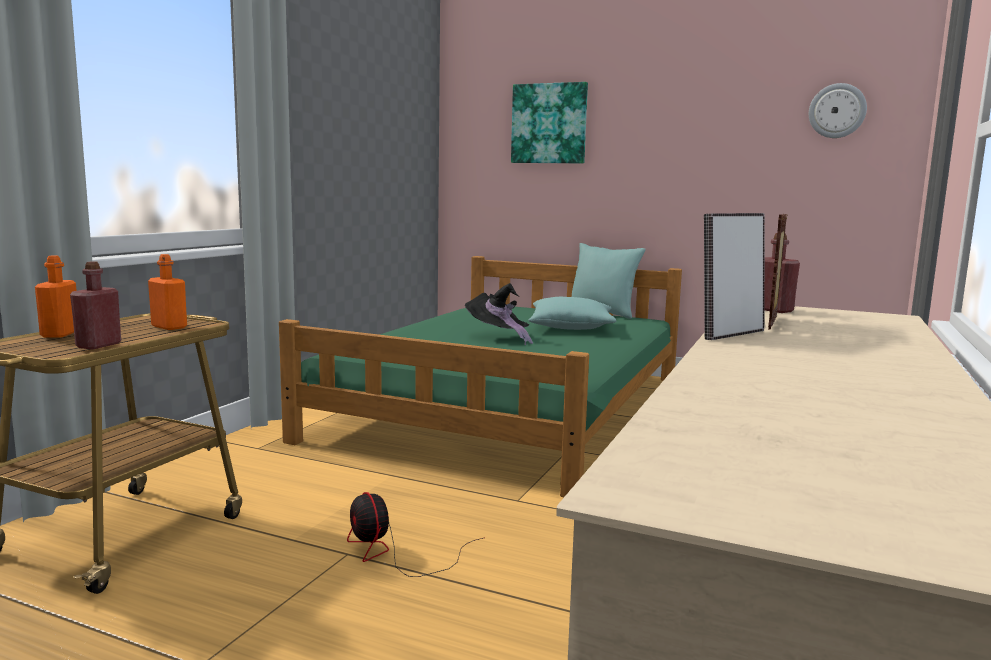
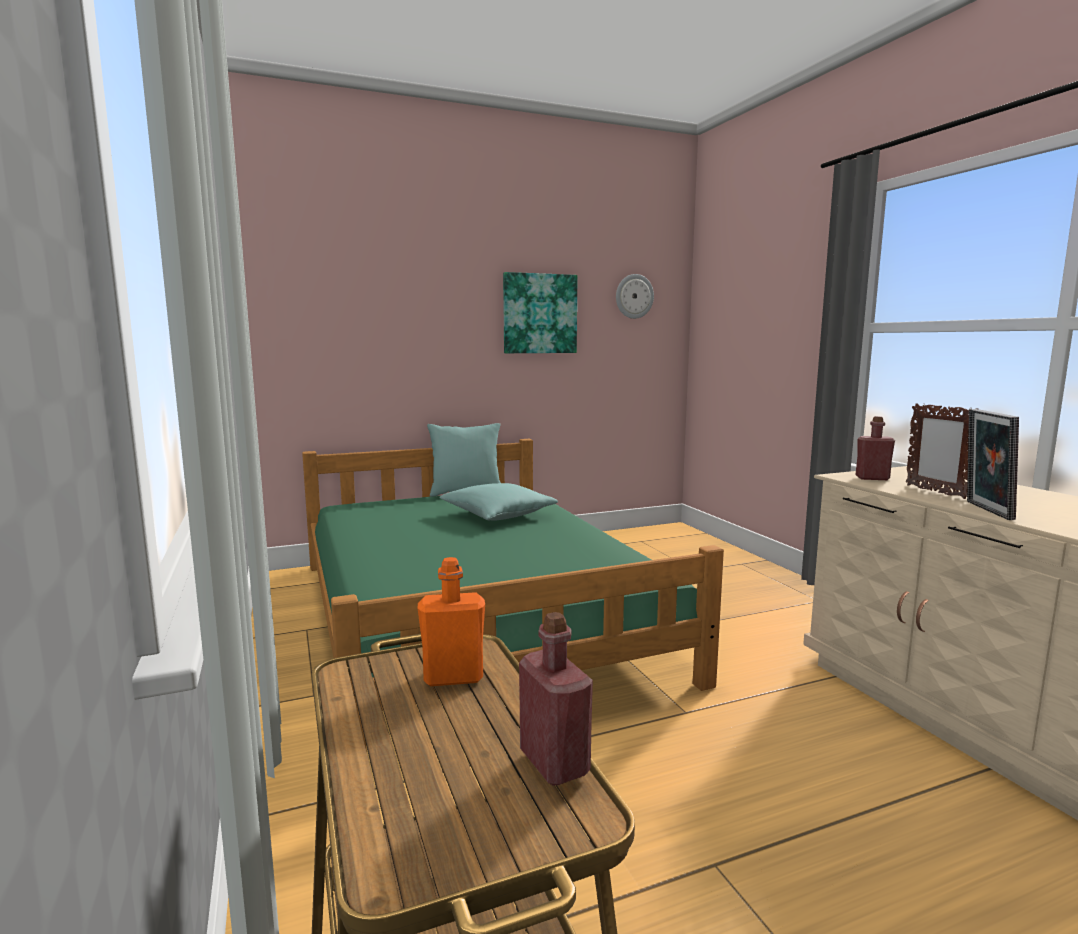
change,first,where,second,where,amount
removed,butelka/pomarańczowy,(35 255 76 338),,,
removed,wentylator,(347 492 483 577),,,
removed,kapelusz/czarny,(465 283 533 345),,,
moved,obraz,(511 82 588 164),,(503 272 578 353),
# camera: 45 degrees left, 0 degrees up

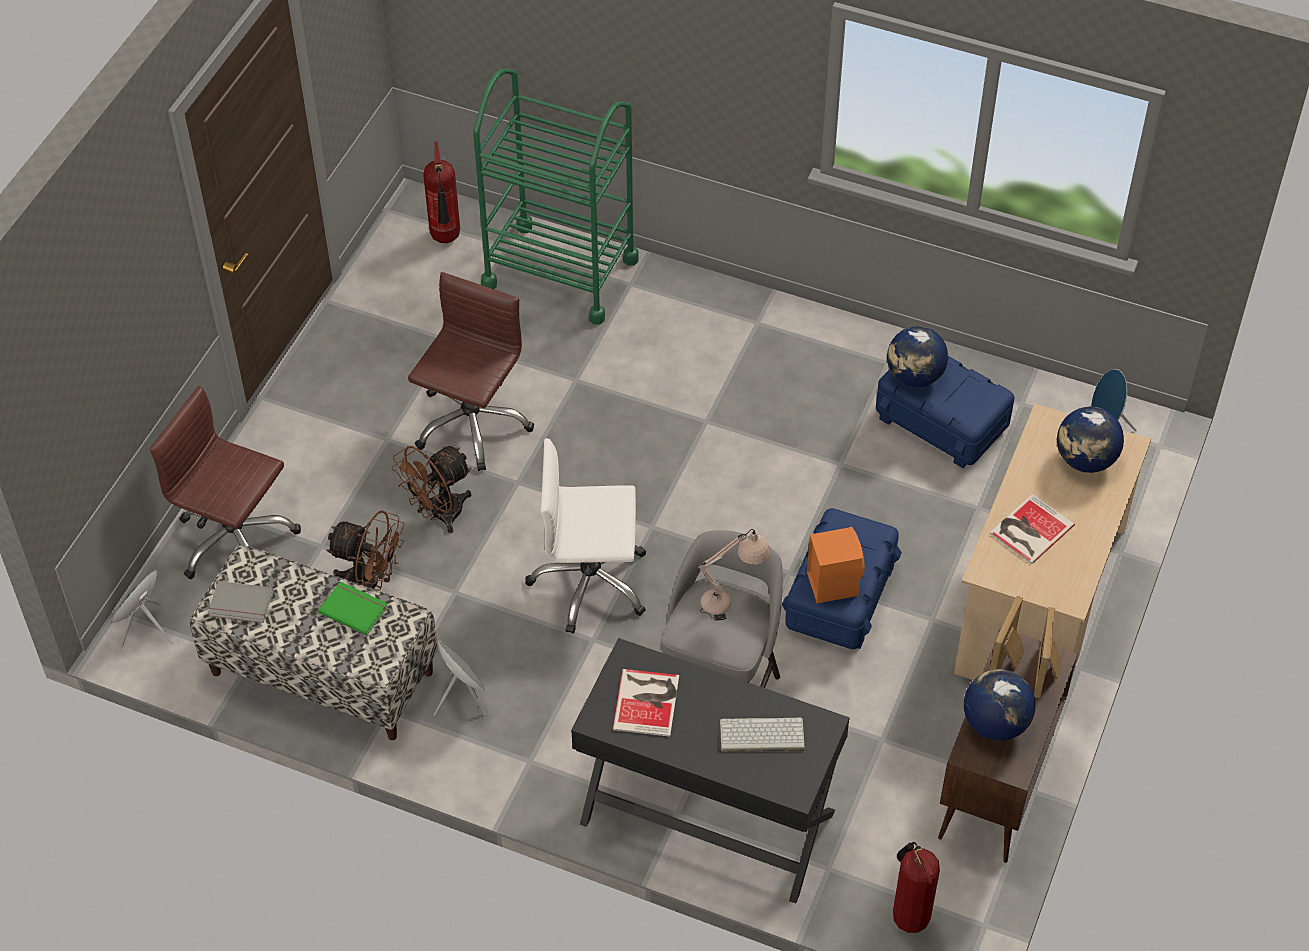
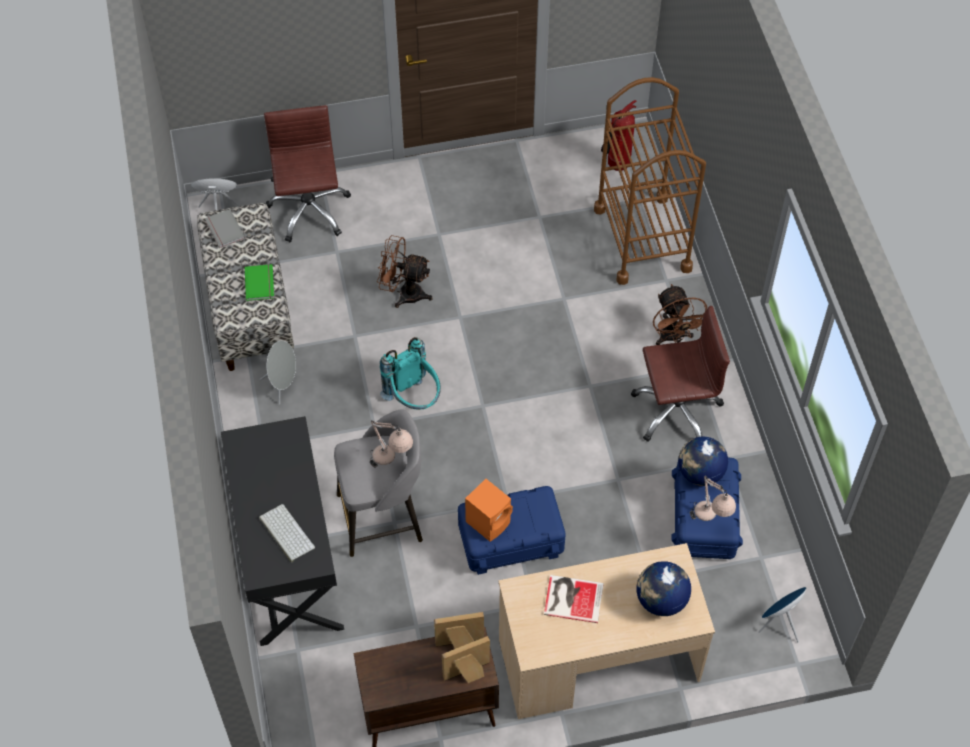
change,first,where,second,where,amount
removed,książka,(613 669 679 737),,,
removed,gaśnica,(893 842 940 933),,,
removed,globus,(964 669 1036 741),,,
added,,,lampa stołowa/beżowy,(690 475 736 521),
moved,wentylator/brązowy,(326 510 404 591),,(653 284 707 345),
moved,krzesło biurowe/brązowy,(408 272 534 471),,(631 306 730 442),
replaced,krzesło biurowe/biały,(525 438 646 634),plecak/turkusowy,(380 337 441 409),
recoloured,wózek/zielony,(473 69 639 325),wózek/brązowy,(594 77 706 285),
# camera: 55 degrees right, 5 degrees up

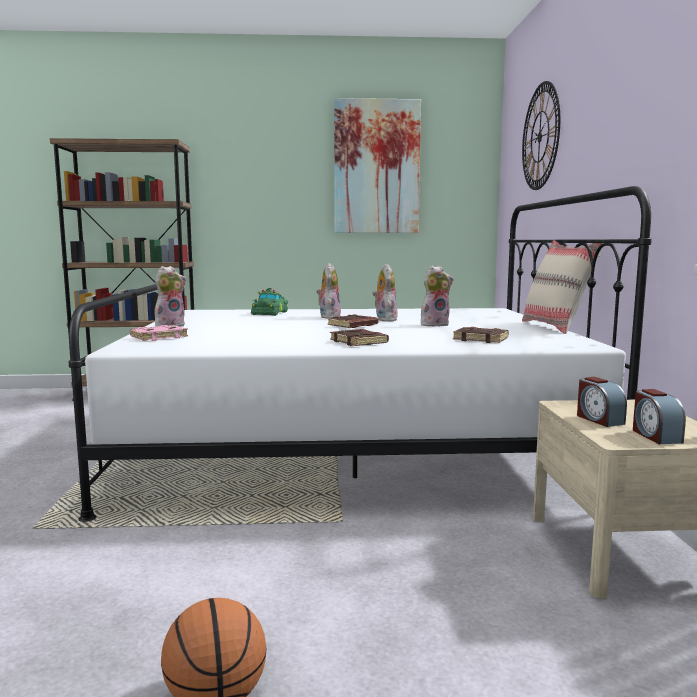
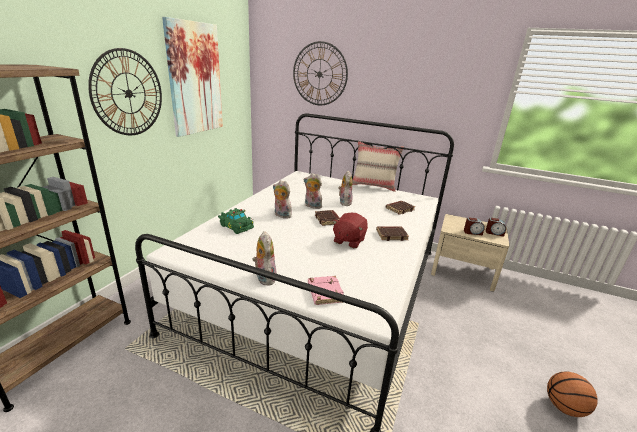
change,first,where,second,where,amount
added,,,zegar ścienny,(88 48 162 135),
added,,,pluszak/czerwony,(332 213 368 248),
# camera: 65 degrees left, 15 degrees up

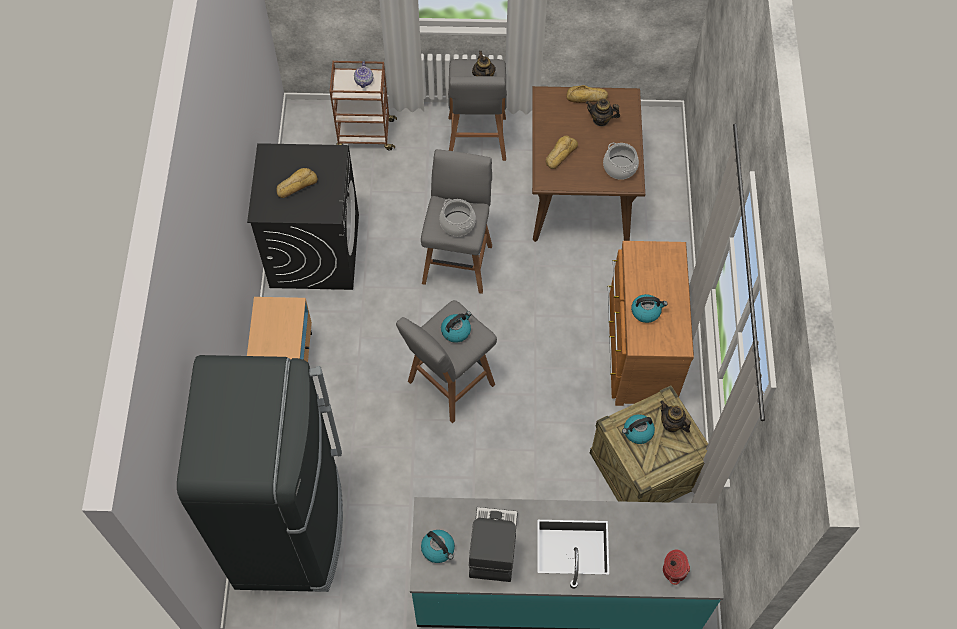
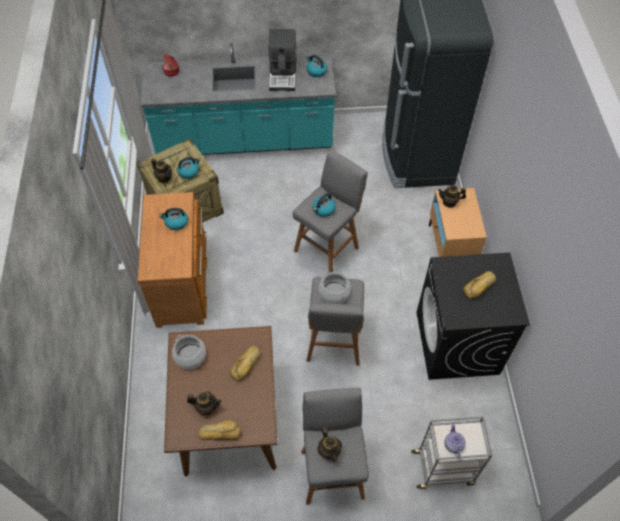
change,first,where,second,where,amount
added,,,imbryk,(438 185 466 208),
recoloured,wózek/brązowy,(330 61 397 151),wózek/szary,(411 416 493 489),
# camera: 175 degrees right, 5 degrees down

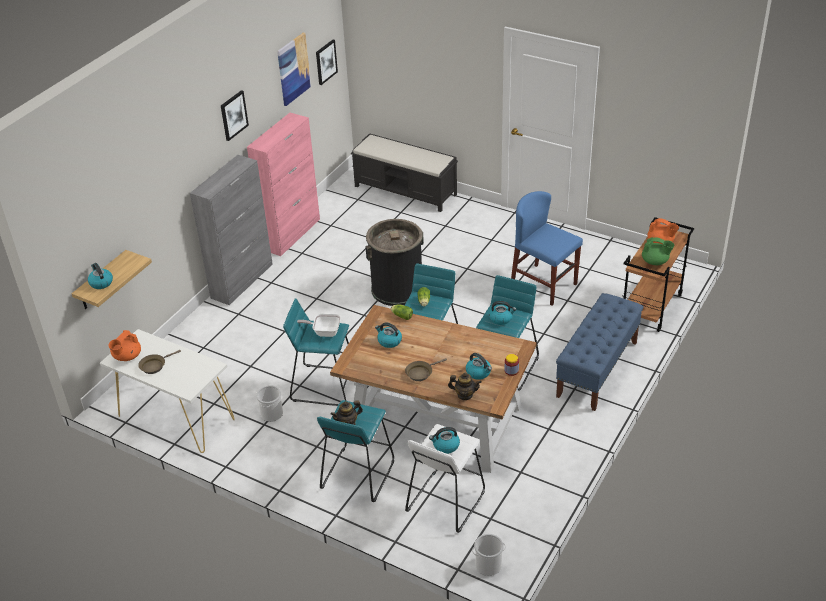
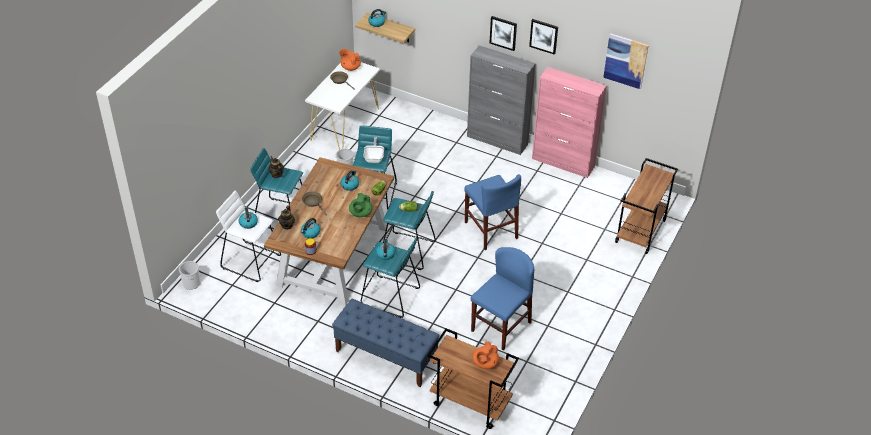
change,first,where,second,where,amount
moved,obraz,(316 40 338 85),,(489 16 517 51),
moved,imbryk/zielony,(642 237 674 265),,(349 193 373 217),
replaced,ławka/czarny,(351 133 458 212),wózek/brązowy,(615 158 678 254),
replaced,kosz na śmieci/czarny,(366 219 424 306),krzesło/niebieski,(464 174 521 250),
# camera: 85 degrees right, 5 degrees up

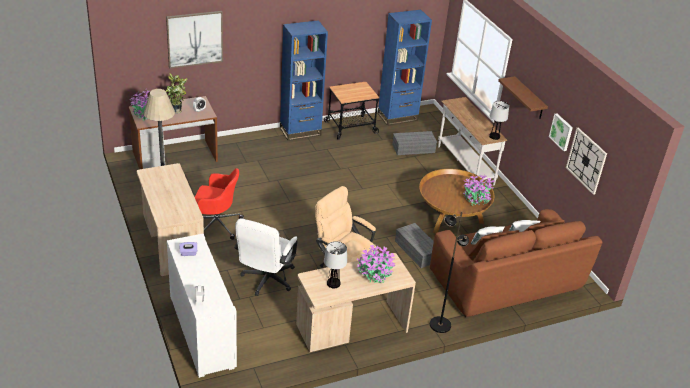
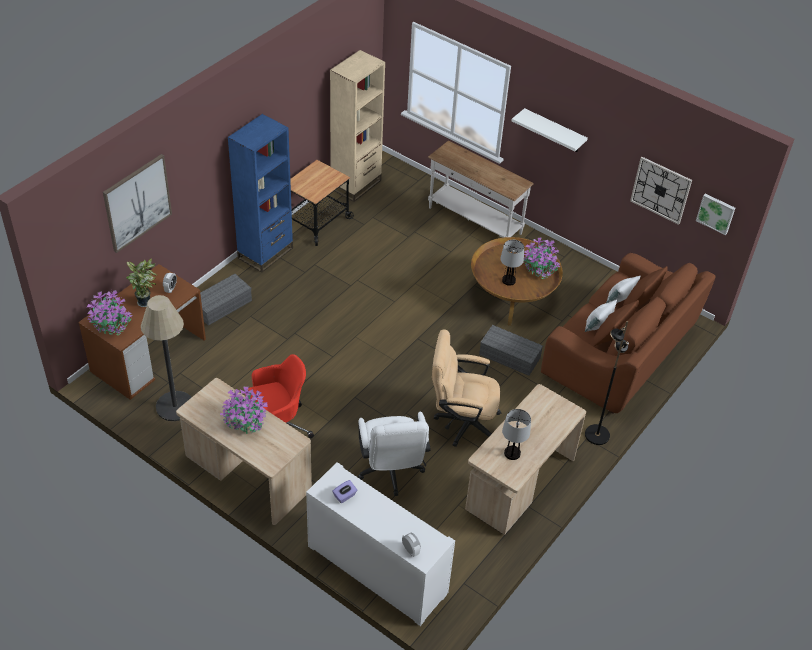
change,first,where,second,where,amount
moved,roślina doniczkowa,(356 245 395 283),,(220 387 268 434),
moved,pojemnik do przechowywania/szary,(392 131 437 155),,(200 274 252 326),
moved,lampa stołowa,(489 101 509 140),,(500 240 524 286),
moved,obraz,(549 113 573 151),,(696 194 735 235),
recoloured,regał/niebieski,(378 10 432 126),regał/beżowy,(330 50 385 202),
recoloured,półka/brązowy,(498 76 548 119),półka/biały,(512 108 588 152),
# camera: 30 degrees left, 10 degrees up

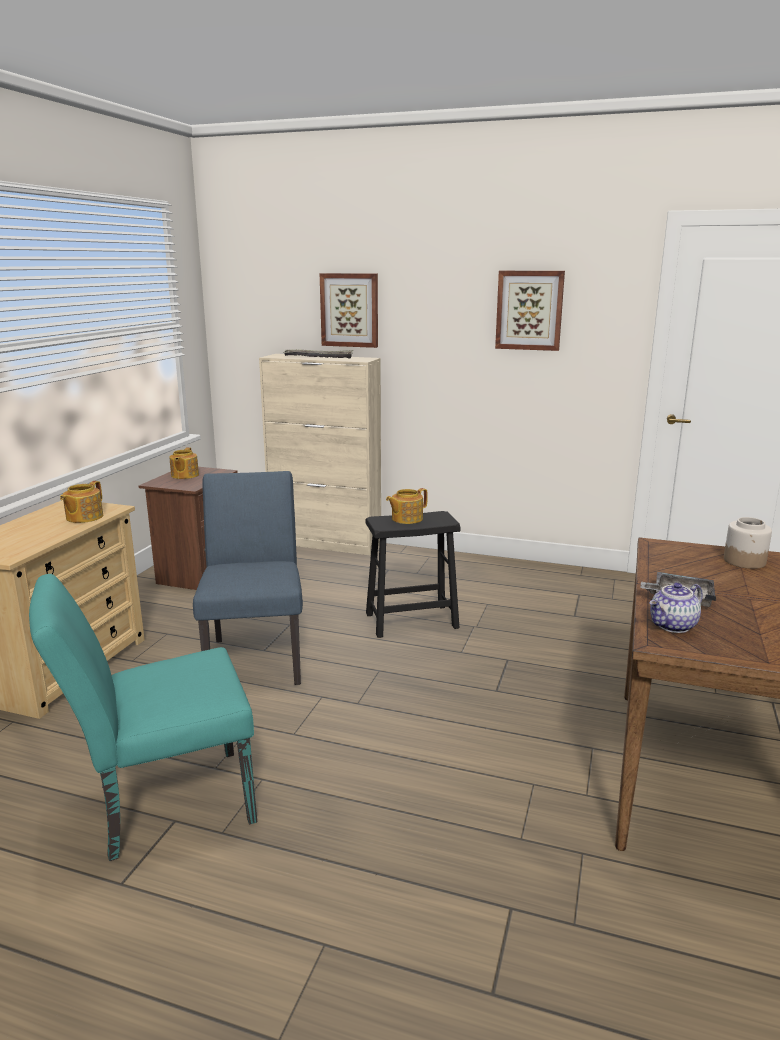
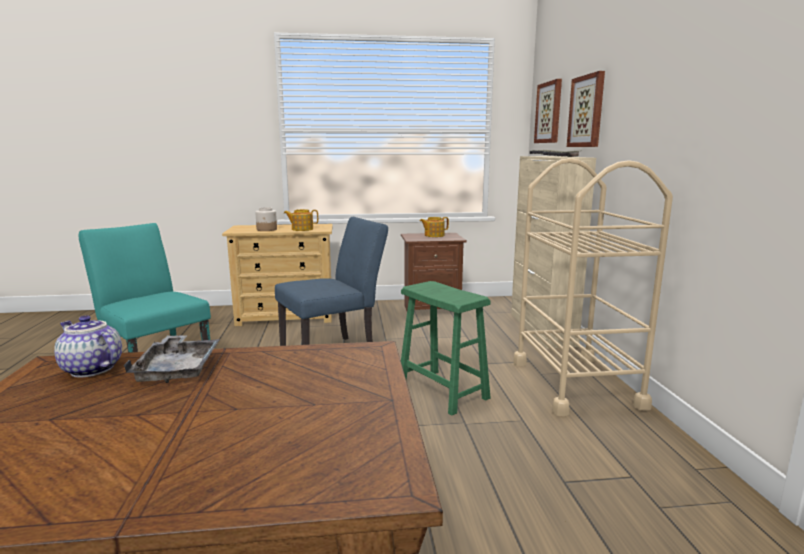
change,first,where,second,where,amount
removed,imbryk,(386 488 428 524),,,
added,,,wózek/beżowy,(513 158 673 416),
moved,obraz,(495 271 565 351),,(534 79 562 143),
moved,słoik,(724 517 772 569),,(255 207 277 231),
recoloured,stołek/czarny,(365 511 461 638),stołek/zielony,(401 281 490 416),
# camera: 65 degrees right, 5 degrees down

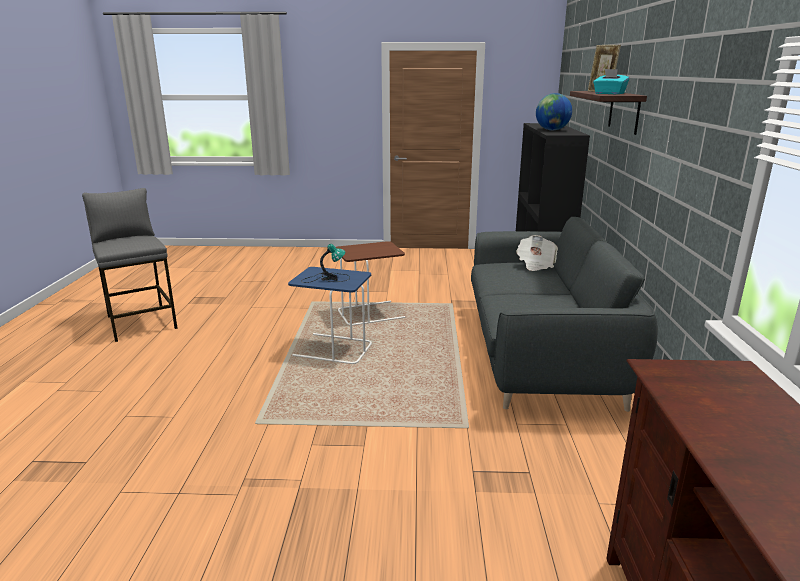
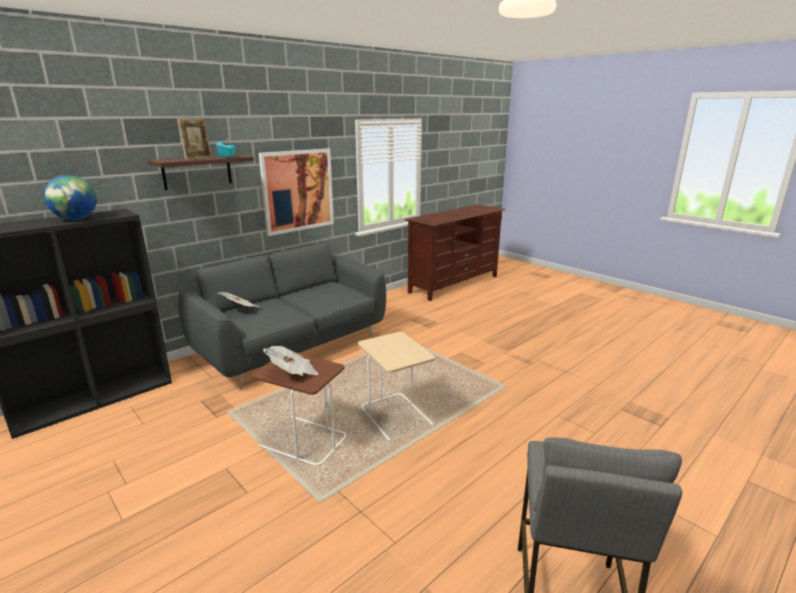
change,first,where,second,where,amount
removed,lampa stołowa,(301 244 350 283),,,
added,,,obraz,(259 149 334 236),
added,,,gazeta,(263 346 318 376),
recoloured,stolik/niebieski,(288 267 372 364),stolik/beżowy,(358 332 435 441),
# camera: 135 degrees left, 0 degrees up

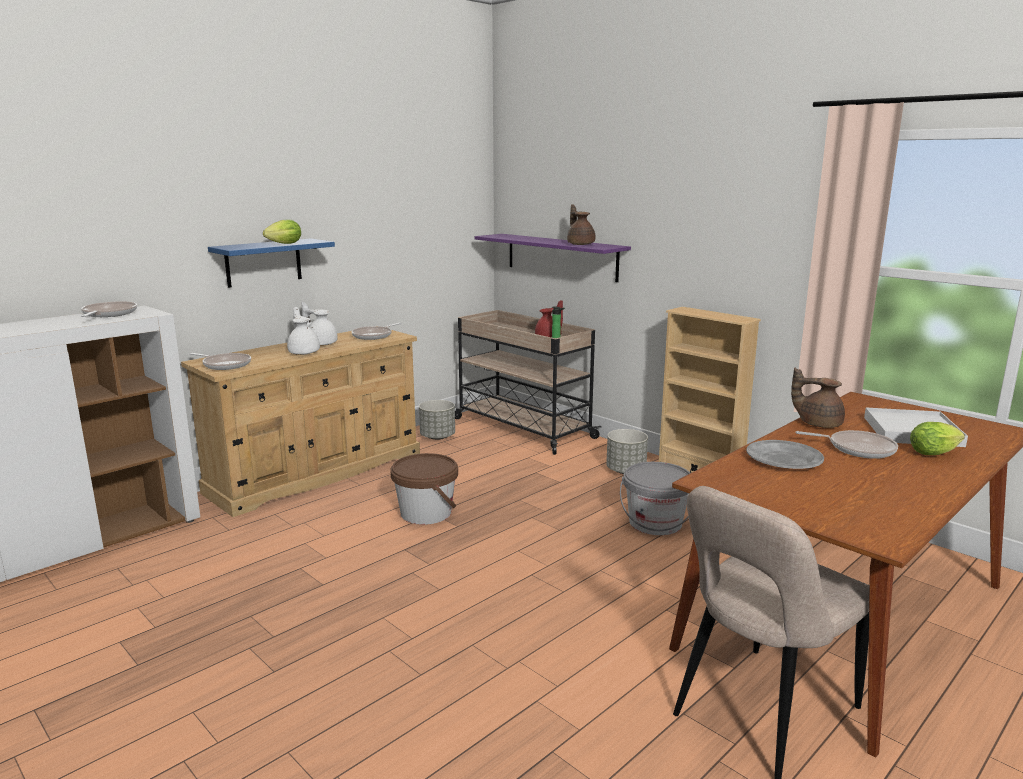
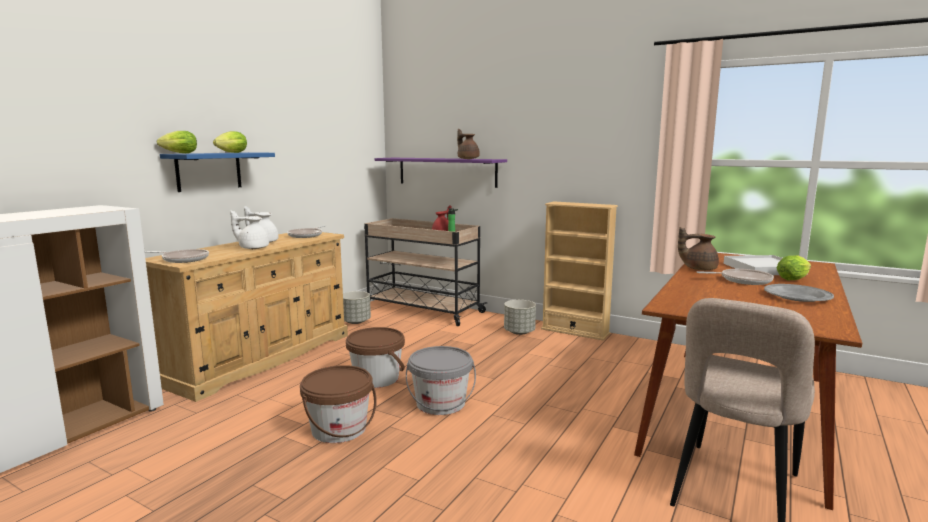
change,first,where,second,where,amount
removed,patelnia,(81 301 137 317),,,
added,,,sałata,(157 131 197 153),
added,,,wiadro/brązowy,(300 365 377 443),
moved,wiadro/szary,(620 462 690 535),,(406 346 476 415),
moved,talerz/szary,(746 440 824 469),,(764 284 834 302),
turned,imbryk/biały,(287 307 320 355),,(230 210 269 249),45 degrees counterclockwise
# camera: 15 degrees left, 5 degrees down

